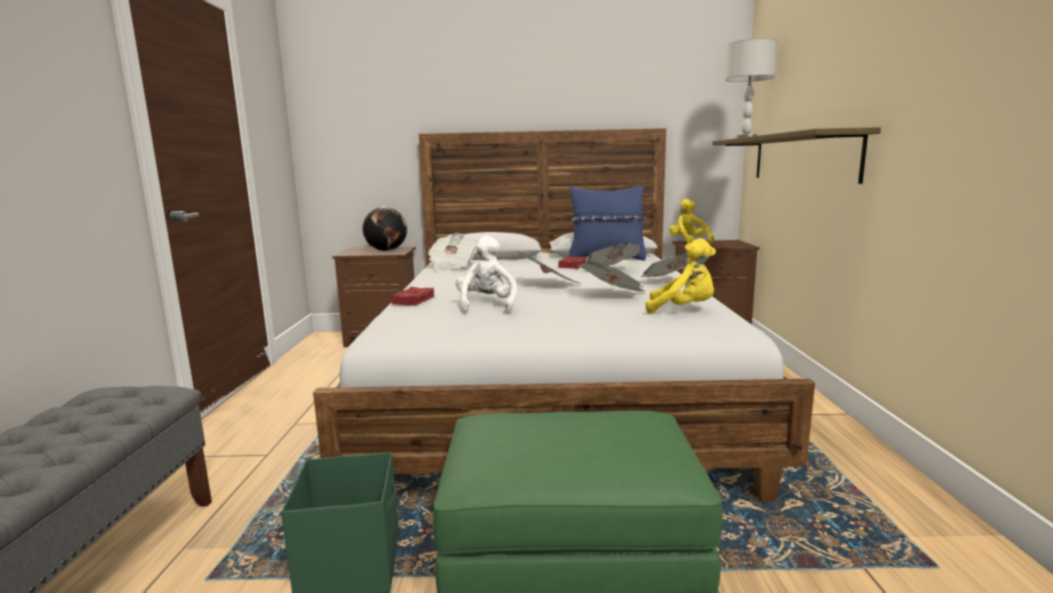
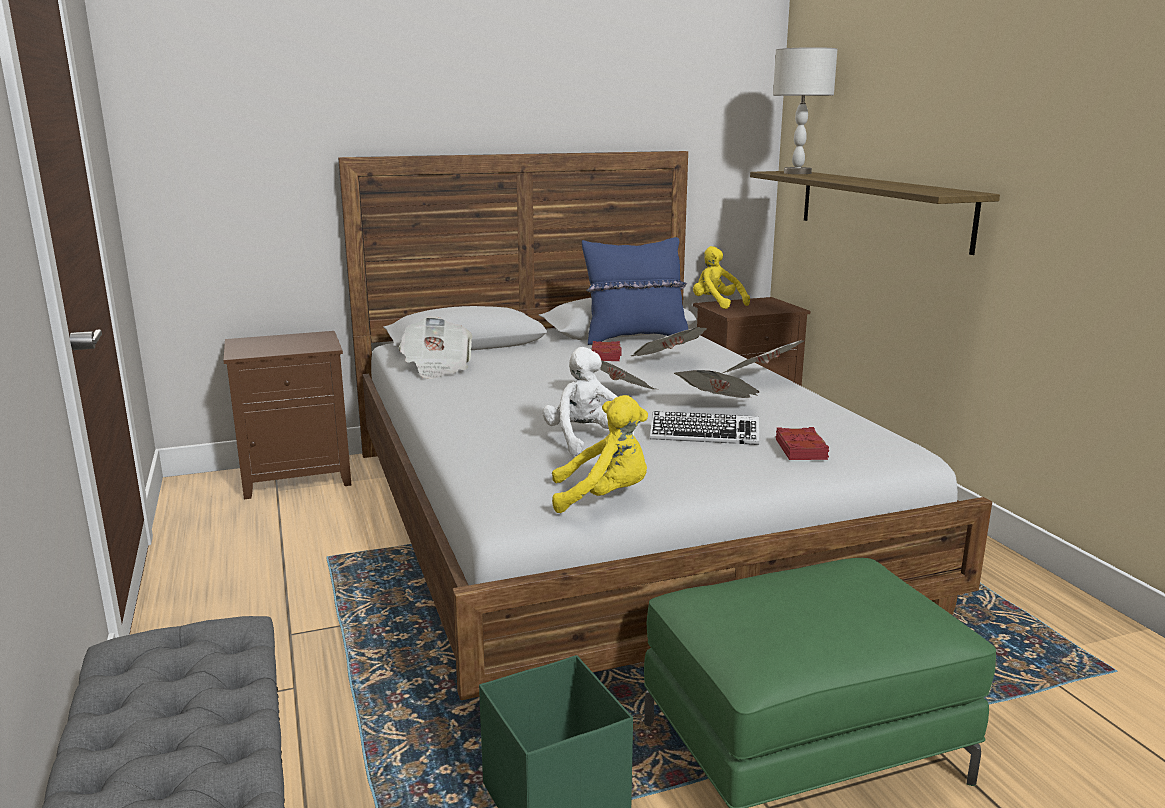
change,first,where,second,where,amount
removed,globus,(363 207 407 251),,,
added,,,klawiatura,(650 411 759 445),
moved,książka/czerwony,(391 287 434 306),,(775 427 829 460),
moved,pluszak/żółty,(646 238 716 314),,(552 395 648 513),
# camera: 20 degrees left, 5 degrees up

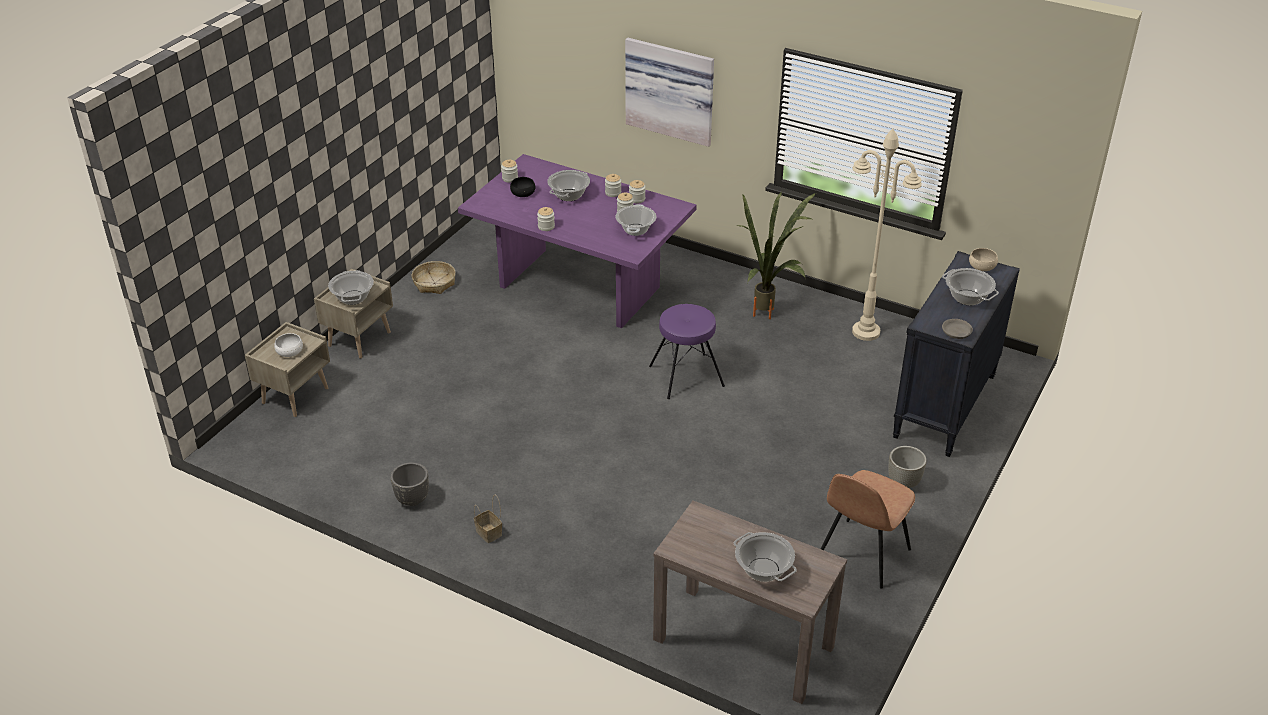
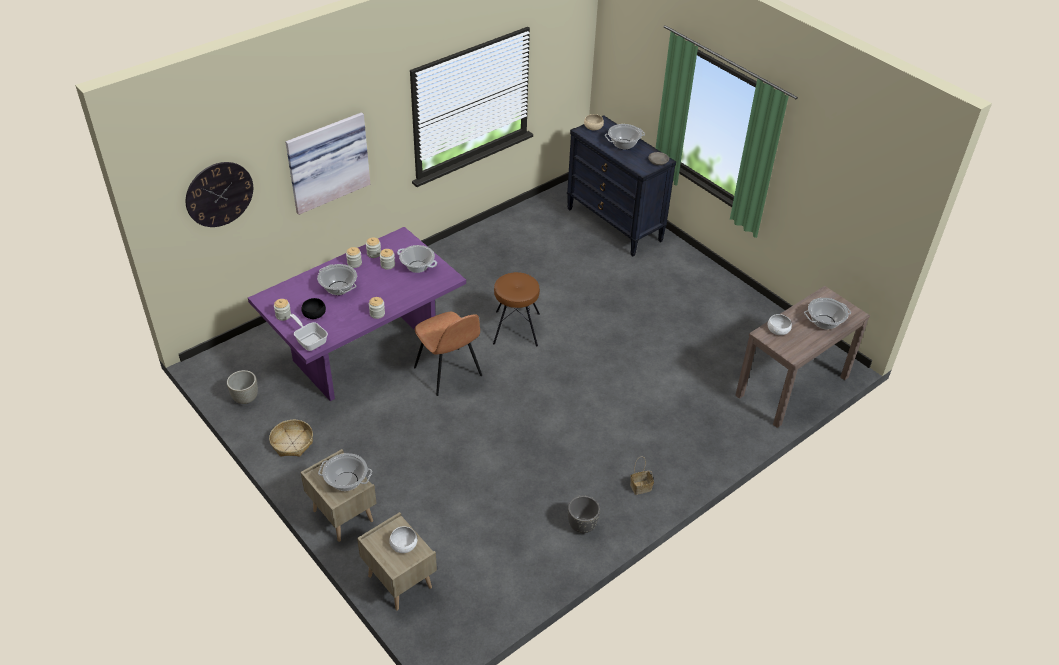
change,first,where,second,where,amount
removed,roślina doniczkowa,(736 192 816 319),,,
removed,lampa stojąca/beżowy,(852 129 922 341),,,
added,,,zegar ścienny,(186 162 253 227),
added,,,patelnia,(289 314 328 351),
added,,,miska/biały,(768 314 792 335),
moved,krzesło/brązowy,(821 470 915 588),,(414 312 482 396),
moved,donica/szary,(888 446 926 488),,(227 370 258 404),
recoloured,stołek/fioletowy,(649 304 725 399),stołek/brązowy,(493 272 540 347),
# camera: 70 degrees left, 5 degrees up

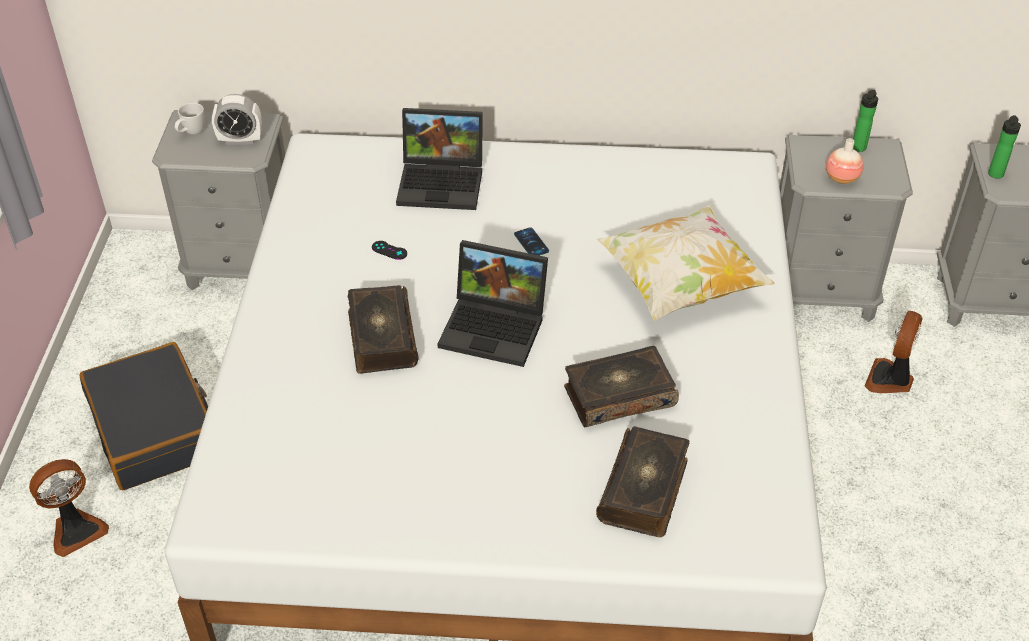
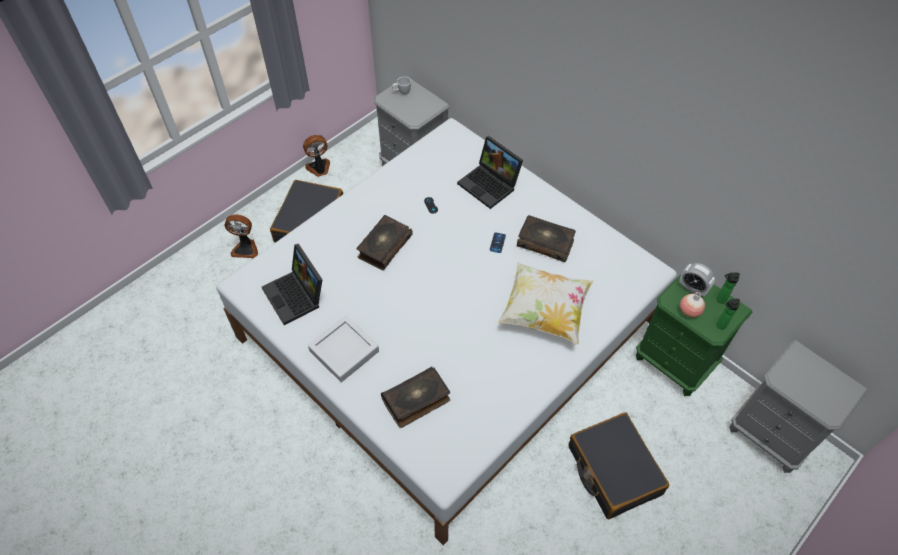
change,first,where,second,where,amount
added,,,taca/szary,(308 316 379 382),
added,,,walizka/czarny,(568 412 669 519),
moved,budzik,(212 94 262 145),,(679 263 715 297),
moved,laptop,(437 240 548 367),,(262 244 322 325),
moved,książka,(564 345 679 427),,(517 215 576 262),
moved,wentylator,(865 311 923 393),,(303 135 330 177),
moved,butelka,(988 115 1021 179),,(716 299 740 330),
recoloured,szafka nocna/szary,(779 135 913 322),szafka nocna/zielony,(636 274 753 396),
# camera: 40 degrees right, 10 degrees up

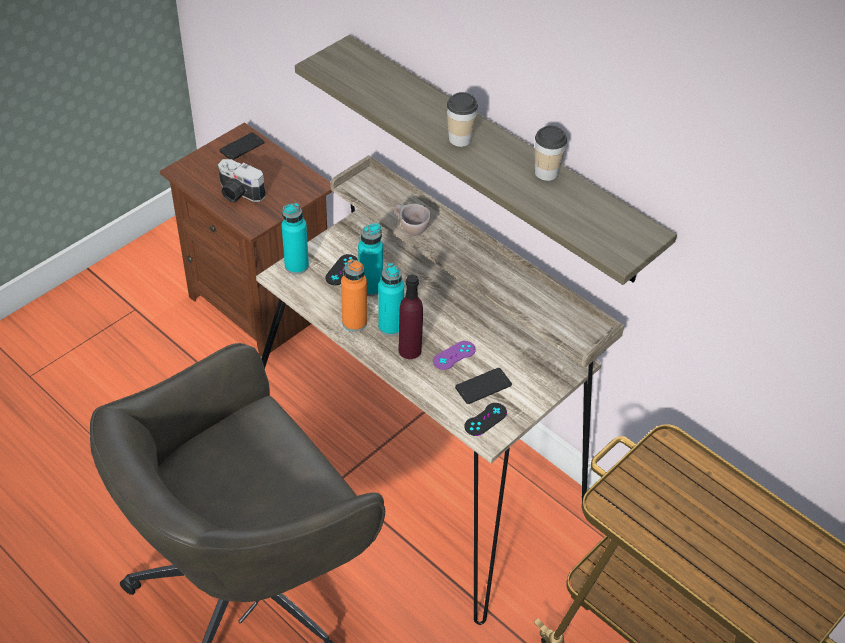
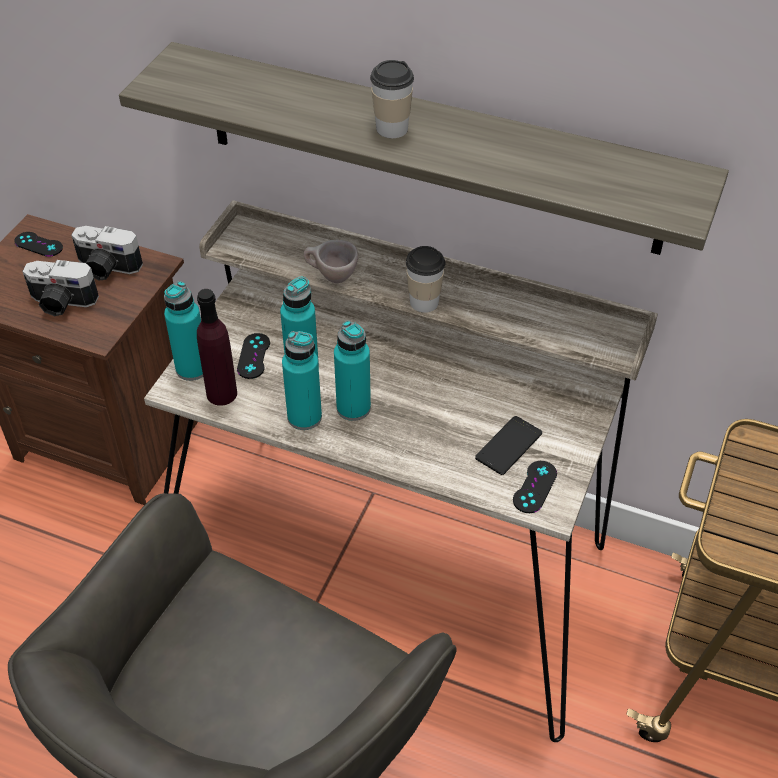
change,first,where,second,where,amount
removed,pad do gier/fioletowy,(433 341 476 370),,,
added,,,aparat fotograficzny,(71 226 143 281),
moved,butelka/fioletowy,(398 274 423 359),,(197 289 237 406),
moved,filiżanka,(535 126 567 181),,(406 246 445 313),
replaced,telefon,(219 132 265 160),pad do gier/czarny,(14 232 63 257),
recoloured,butelka/pomarańczowy,(341 259 367 332),butelka/turkusowy,(282 331 322 430),
# camera: 20 degrees left, 0 degrees up

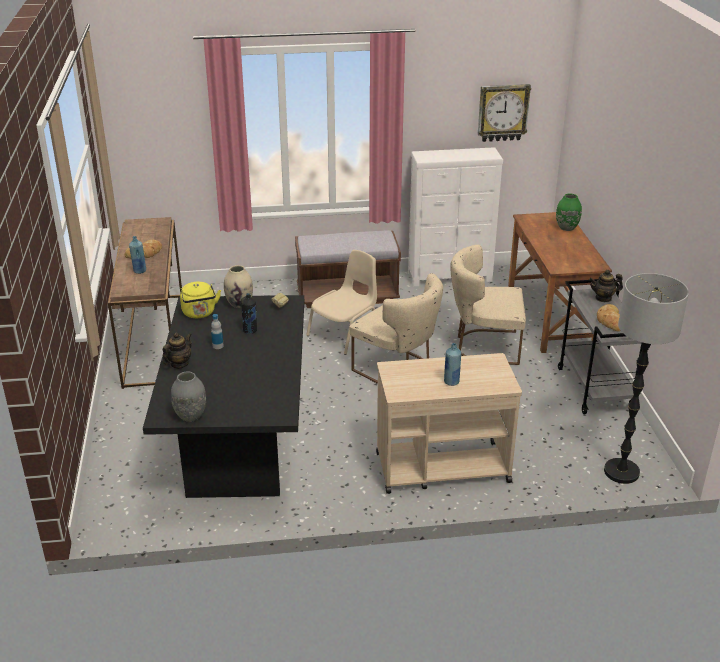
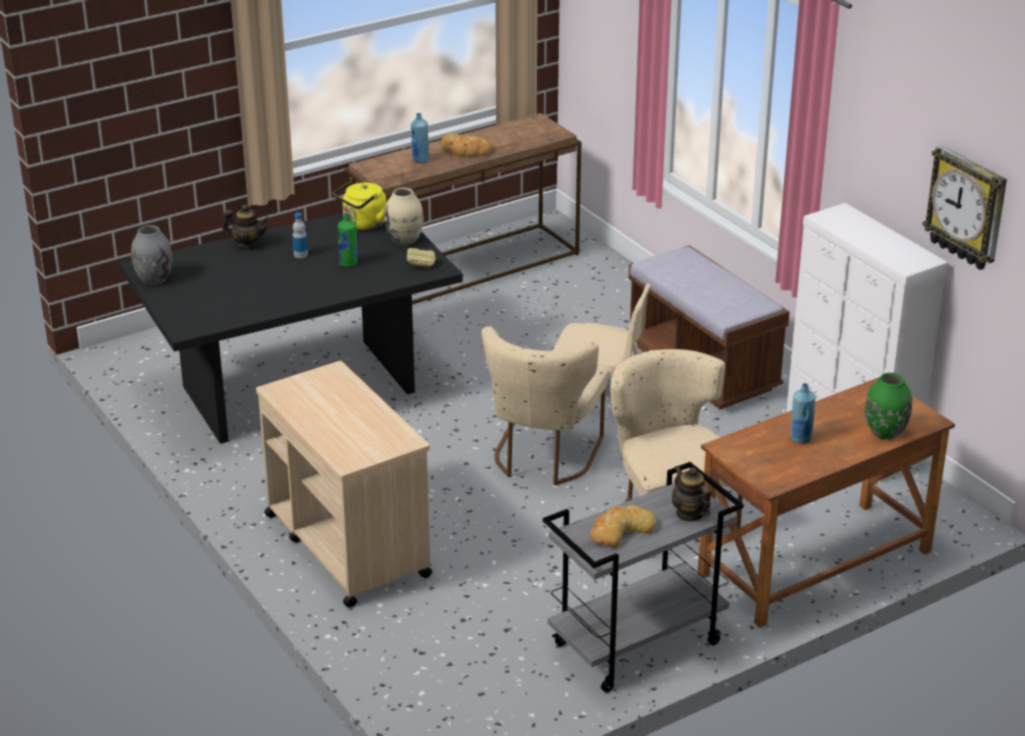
change,first,where,second,where,amount
removed,lampa stojąca,(604 273 689 484),,,
moved,butelka/niebieski,(444 343 461 386),,(790 383 815 444),
recoloured,butelka/czarny,(241 293 257 334),butelka/zielony,(338 213 358 267),
# camera: 65 degrees right, 0 degrees up

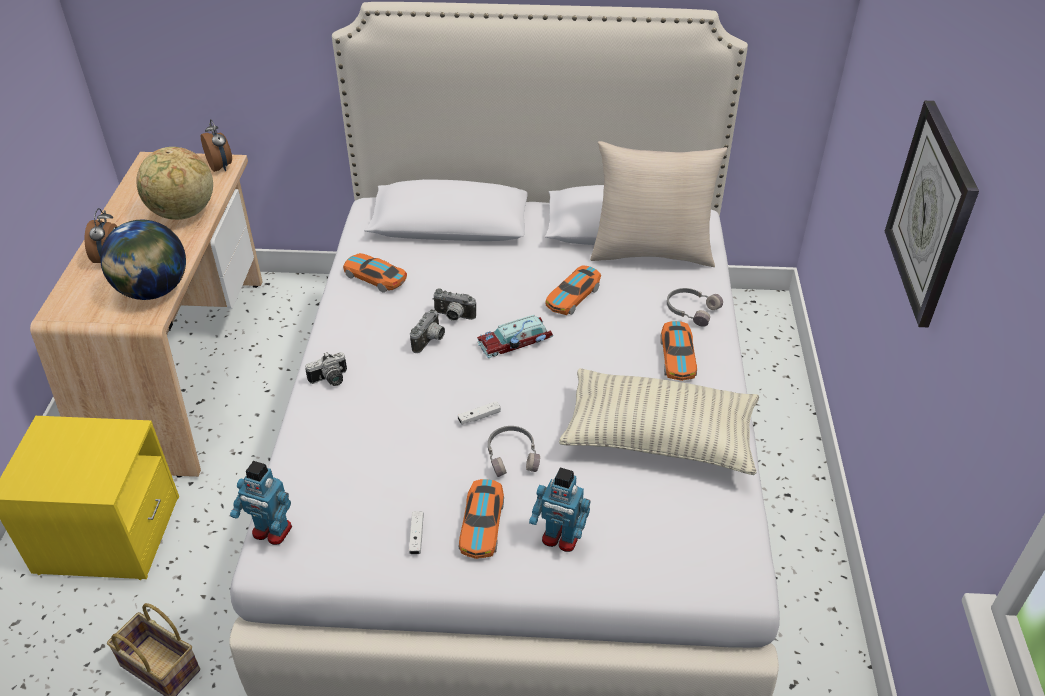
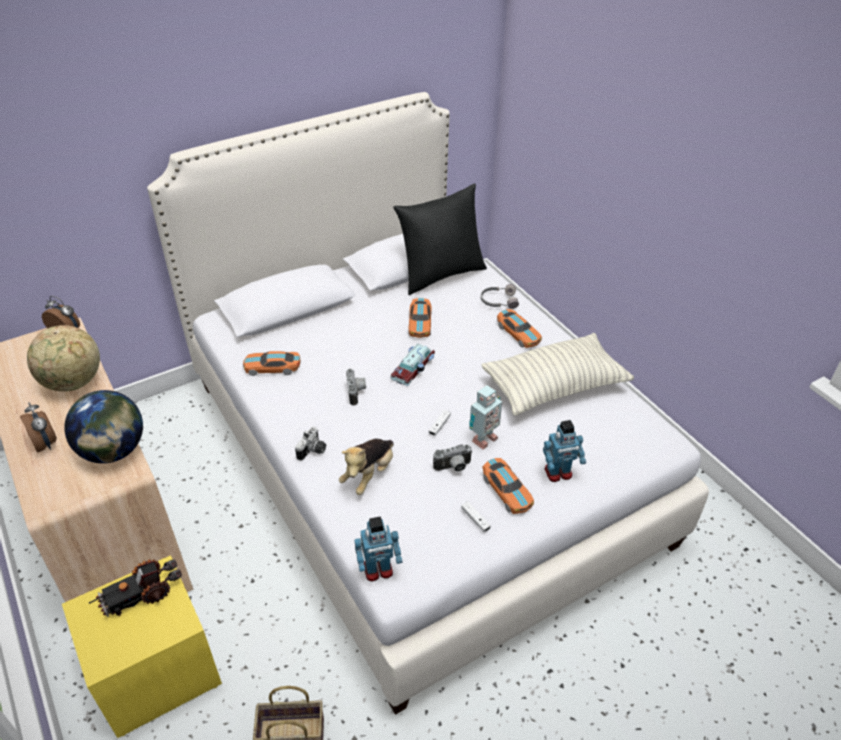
change,first,where,second,where,amount
removed,zegar ścienny,(885 101 979 328),,,
added,,,ciężarówka zabawkowa,(89 559 182 617),
added,,,pluszak,(339 439 394 495),
moved,aparat fotograficzny,(432 289 476 321),,(433 444 472 472),
replaced,słuchawki/szary,(488 426 540 477),robot zabawkowy,(469 385 502 449),
recoloured,poduszka/beżowy,(590 141 727 267),poduszka/czarny,(393 183 487 295),
# camera: 35 degrees left, 0 degrees up

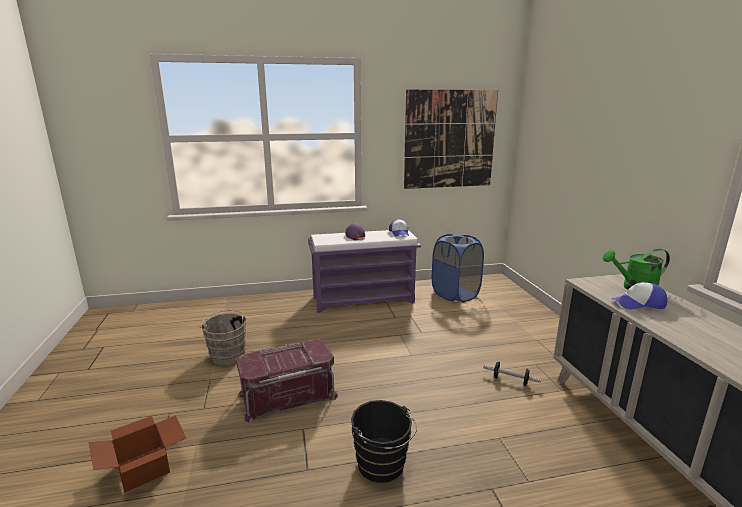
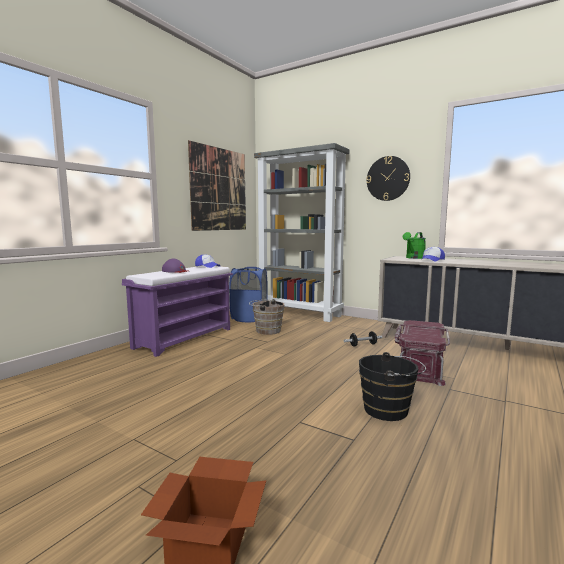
change,first,where,second,where,amount
added,,,regał/szary,(254 143 350 322),
added,,,zegar ścienny,(366 156 410 201),
moved,wiadro/brązowy,(200 310 248 366),,(249 299 284 335),
moved,pojemnik do przechowywania/czerwony,(236 339 338 423),,(395 320 450 386),
# camera: 45 degrees left, 10 degrees down

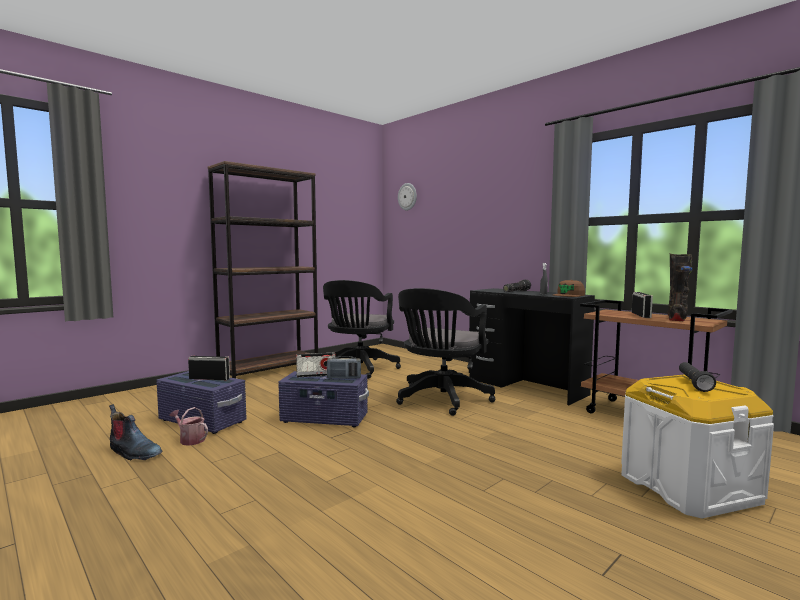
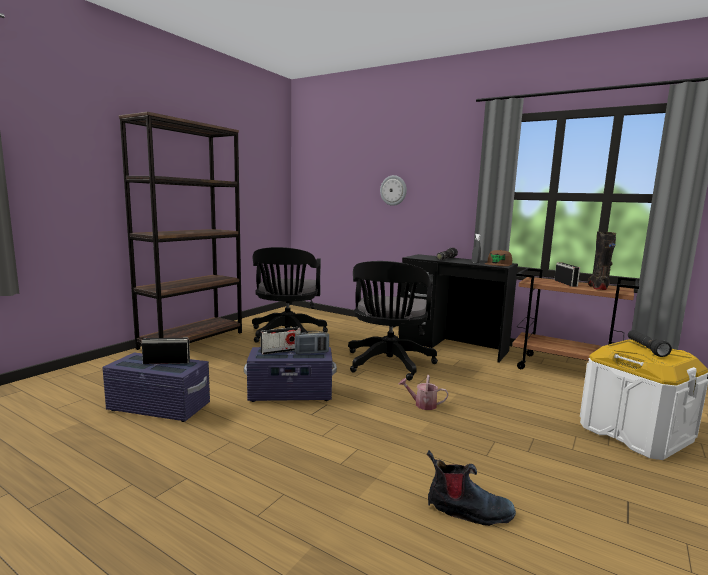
change,first,where,second,where,amount
moved,but z cholewką,(109 404 163 460),,(427 450 516 526),
moved,konewka,(169 407 208 446),,(399 375 448 410),
moved,zegar ścienny,(398 183 417 210),,(380 175 407 206),
# camera: 15 degrees left, 5 degrees up

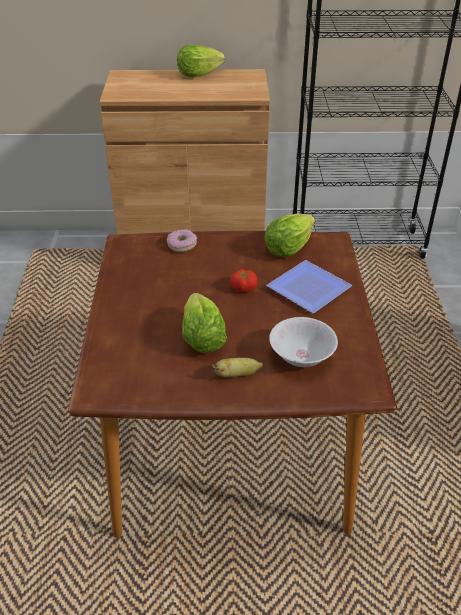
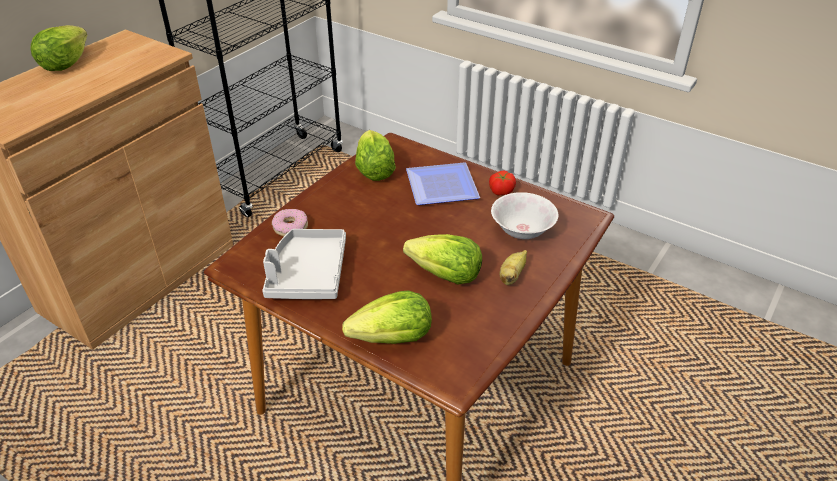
change,first,where,second,where,amount
added,,,taca/szary,(262 229 346 299),
added,,,sałata,(342 291 432 344),
moved,pomidor,(230 269 258 292),,(489 171 516 196),
# camera: 55 degrees left, 0 degrees up

